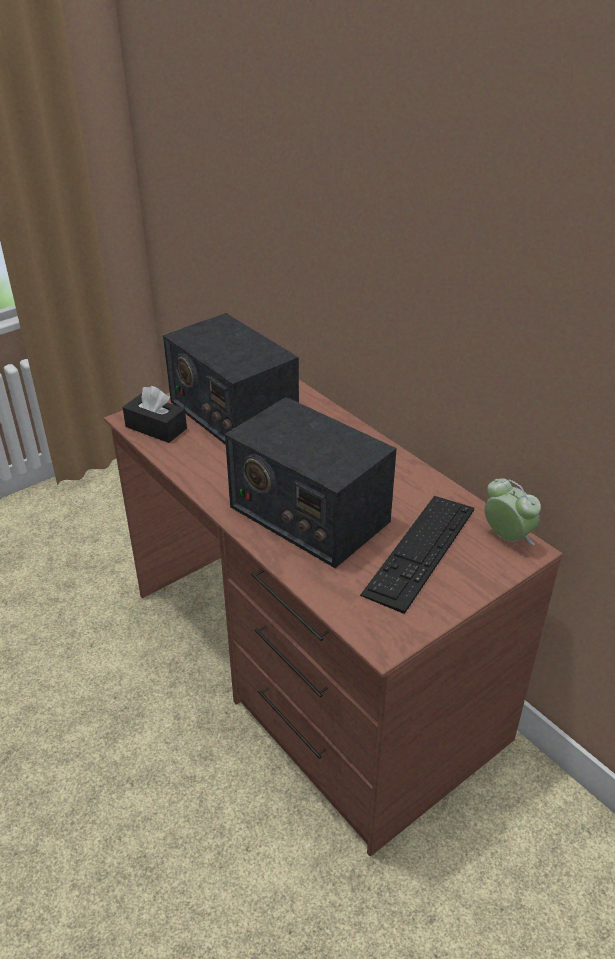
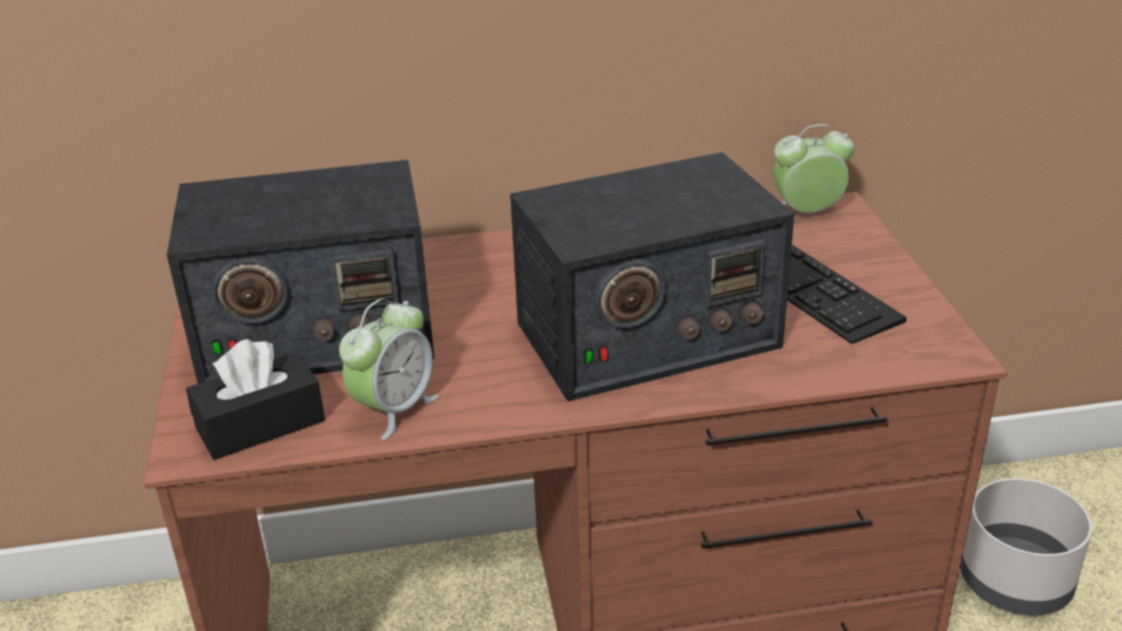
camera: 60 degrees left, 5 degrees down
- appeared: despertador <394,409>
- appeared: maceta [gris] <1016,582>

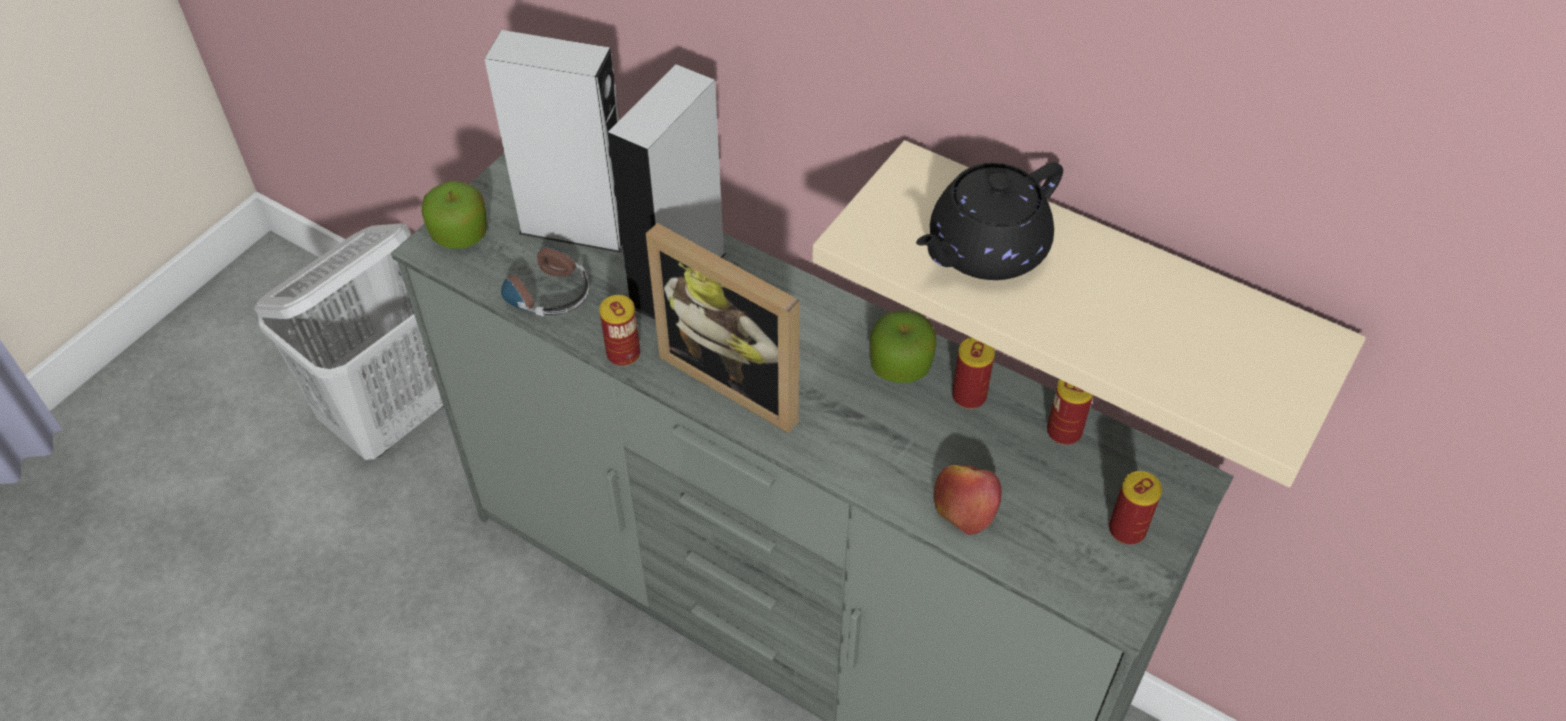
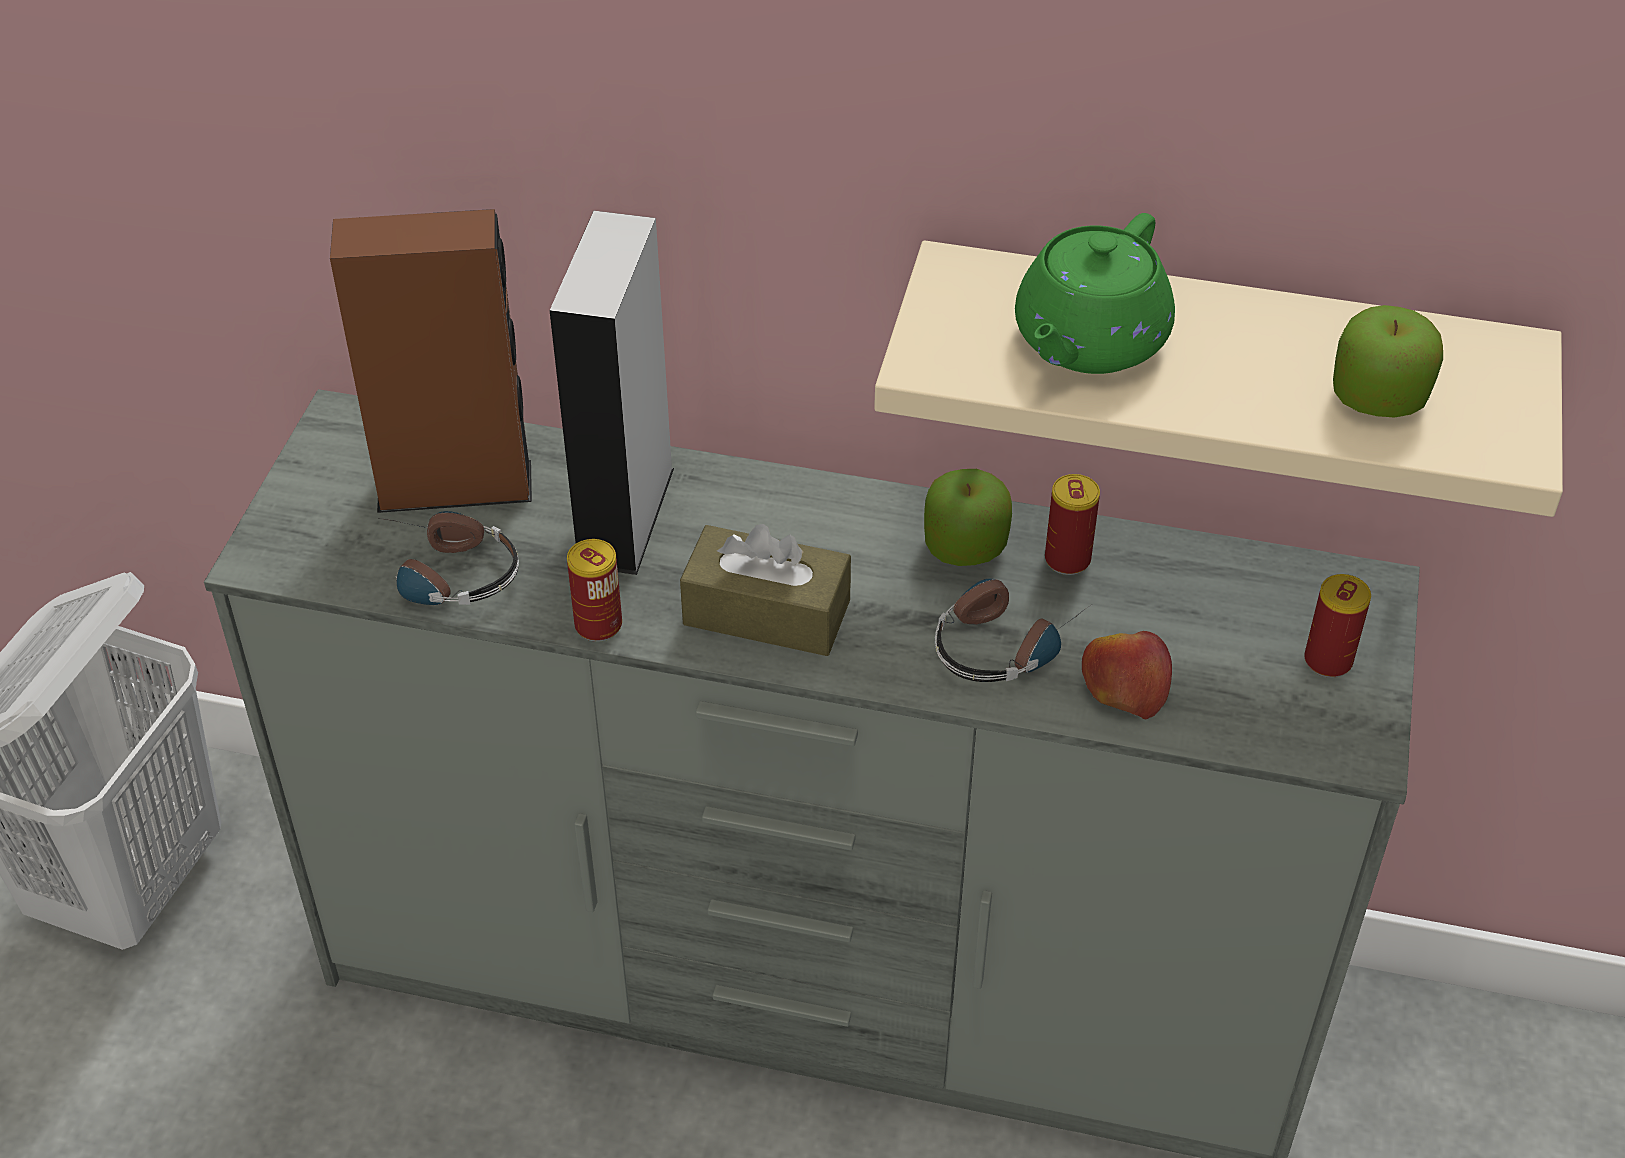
camera: 20 degrees left, 5 degrees down
- relocated: manzana <460,234> to <1378,397>
- colour: altavoz [gris] <577,228> to altavoz [marrón] <455,486>
- exchanged: portarretratos <739,377> to caja de pañuelos [marrón] <766,612>
- colour: tetera [negro] <985,250> to tetera [verde] <1088,341>
- missing: lata <1064,431>
- appeared: auriculares <1007,640>

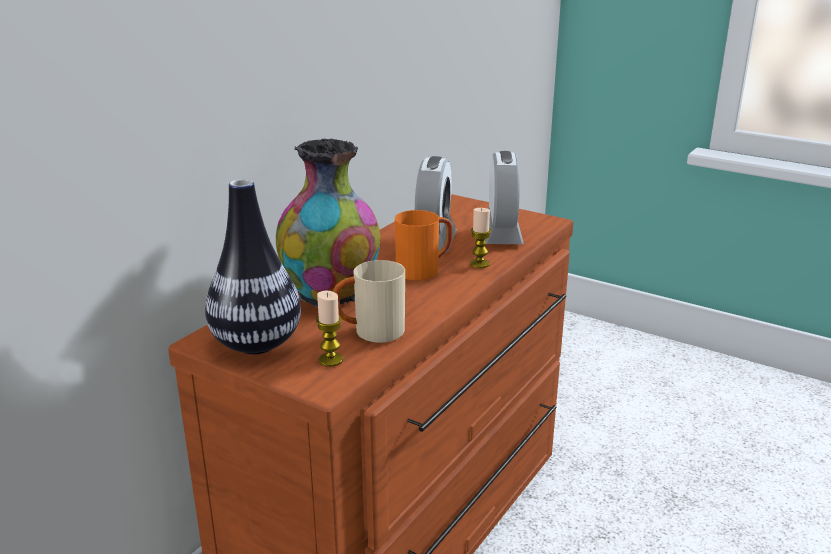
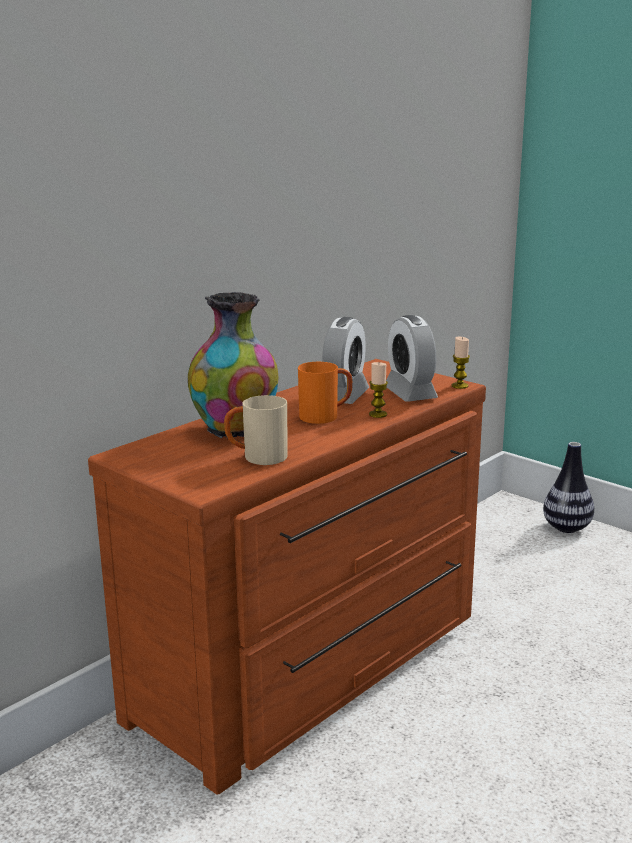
camera: 10 degrees right, 5 degrees down
- relocated: florero <256,344> to <566,528>
- relocated: vela <330,360> to <459,386>
- spun: despertador <501,235> = <410,393> 150 degrees clockwise

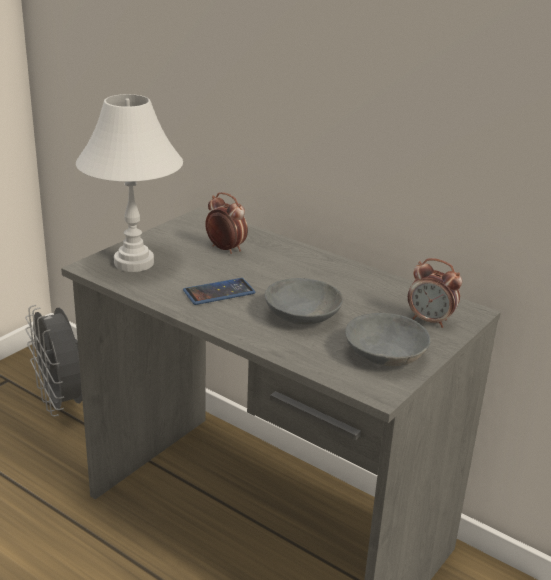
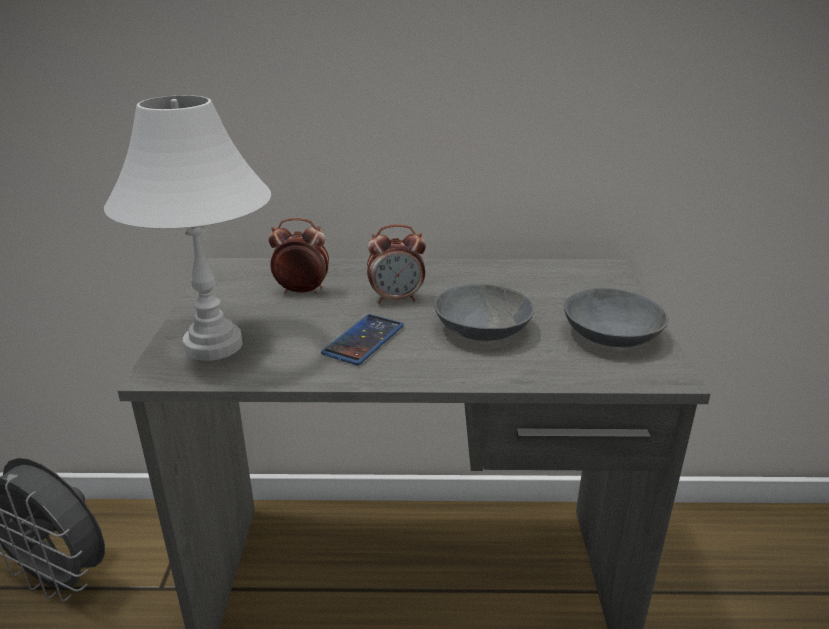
camera: 35 degrees left, 0 degrees up
- relocated: despertador <430,321> to <396,299>

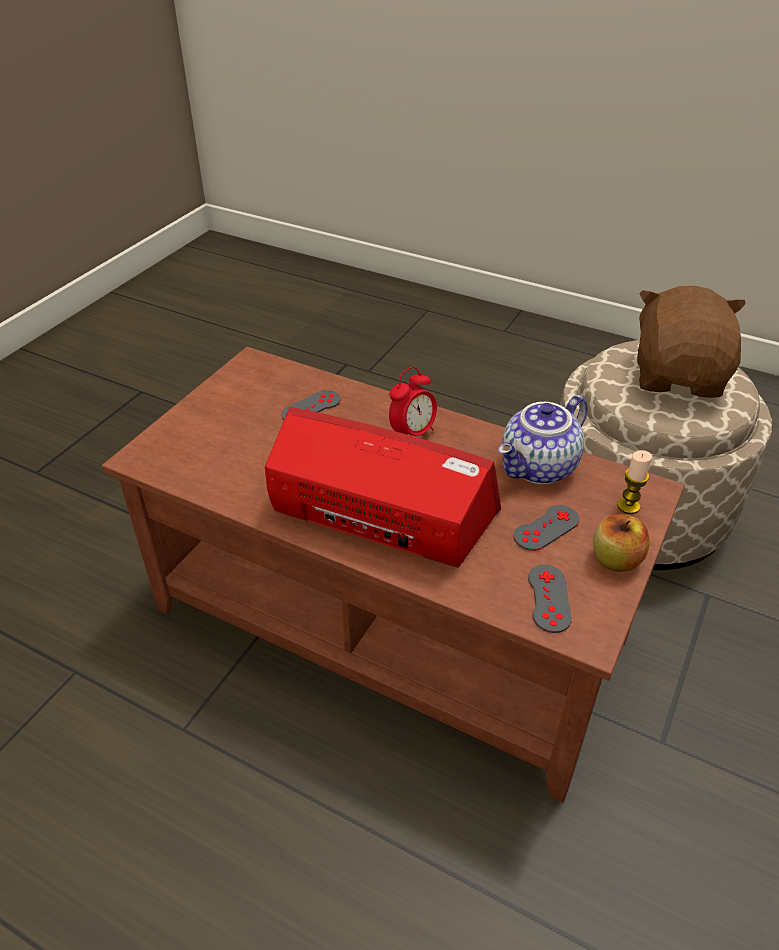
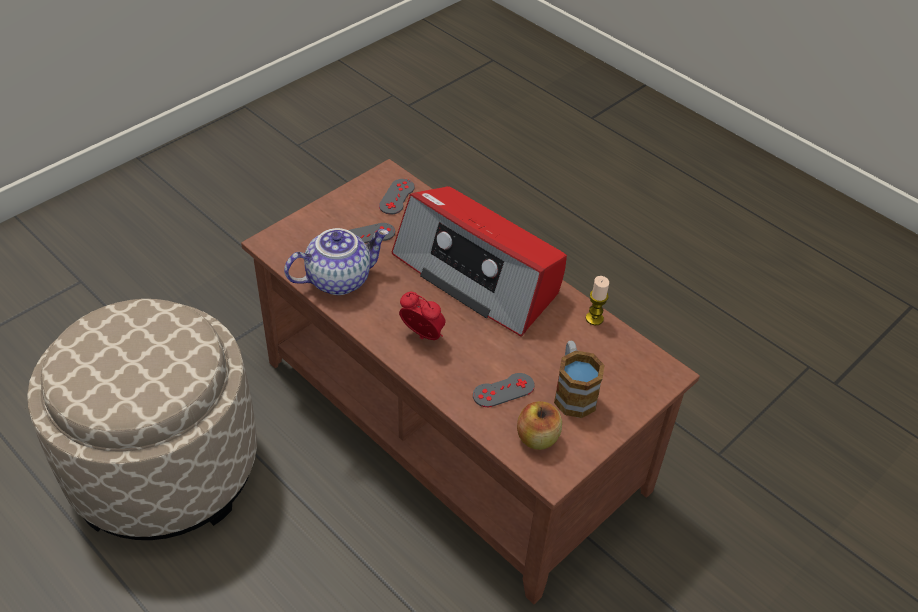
camera: 165 degrees left, 5 degrees up
- spun: despertador <412,434> = <422,336> 60 degrees clockwise
- relocated: manzana <616,560> to <537,438>
- relocated: vela <628,506> to <594,318>
- missing: peluche [marrón] <678,377>
- appeared: taza grande <573,392>

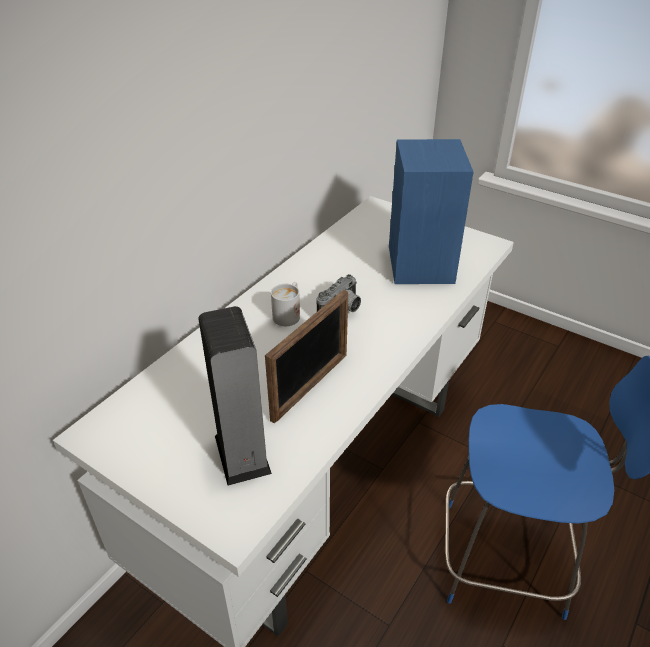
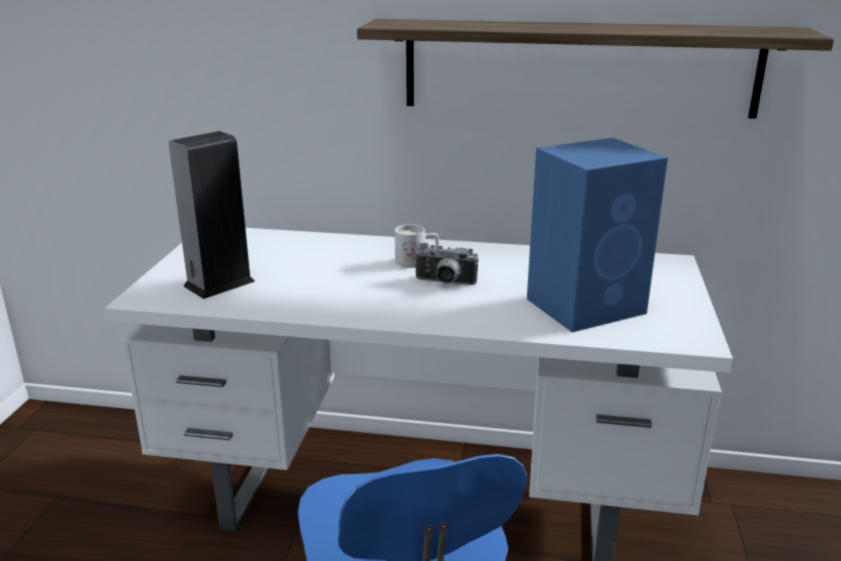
camera: 65 degrees right, 15 degrees down
- missing: portarretratos <310,386>
- appeared: estante <579,68>

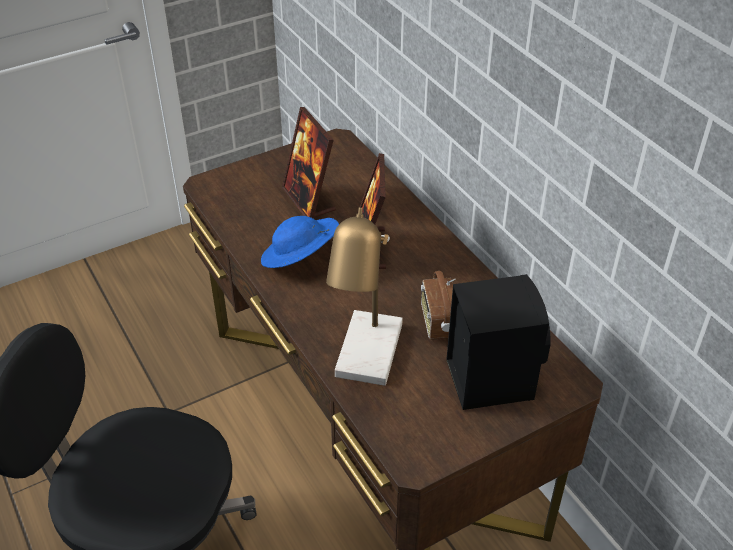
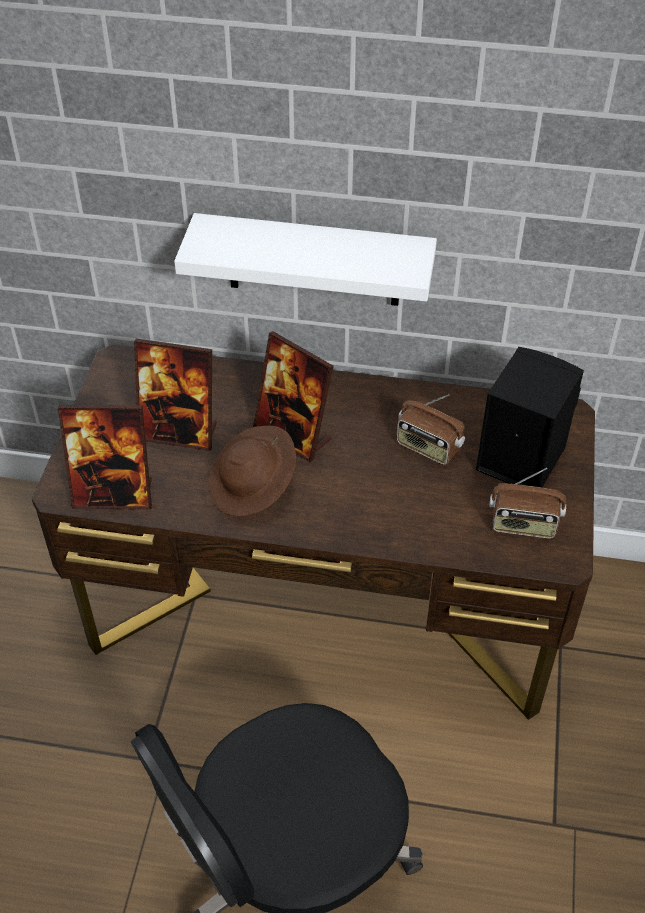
camera: 50 degrees left, 5 degrees up
- colour: sombrero [azul] <300,259> to sombrero [marrón] <253,487>
- missing: lámpara de mesa <368,360>
- appeared: portarretratos <114,495>
- appeared: estante [blanco] <314,260>
- appeared: radio <523,525>

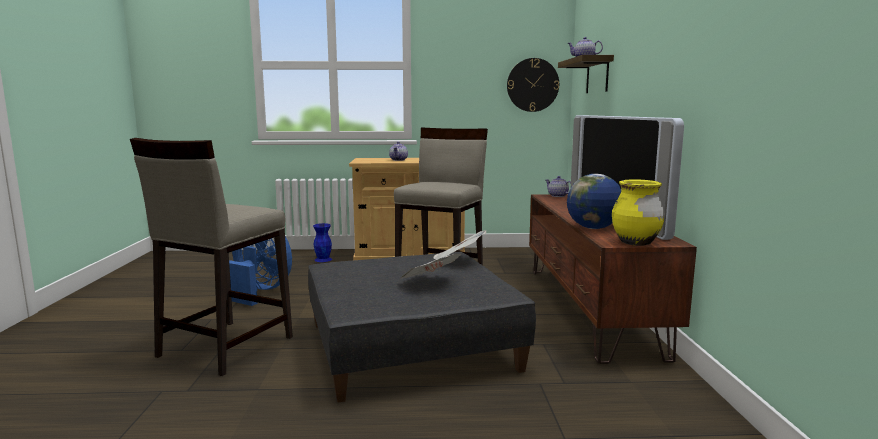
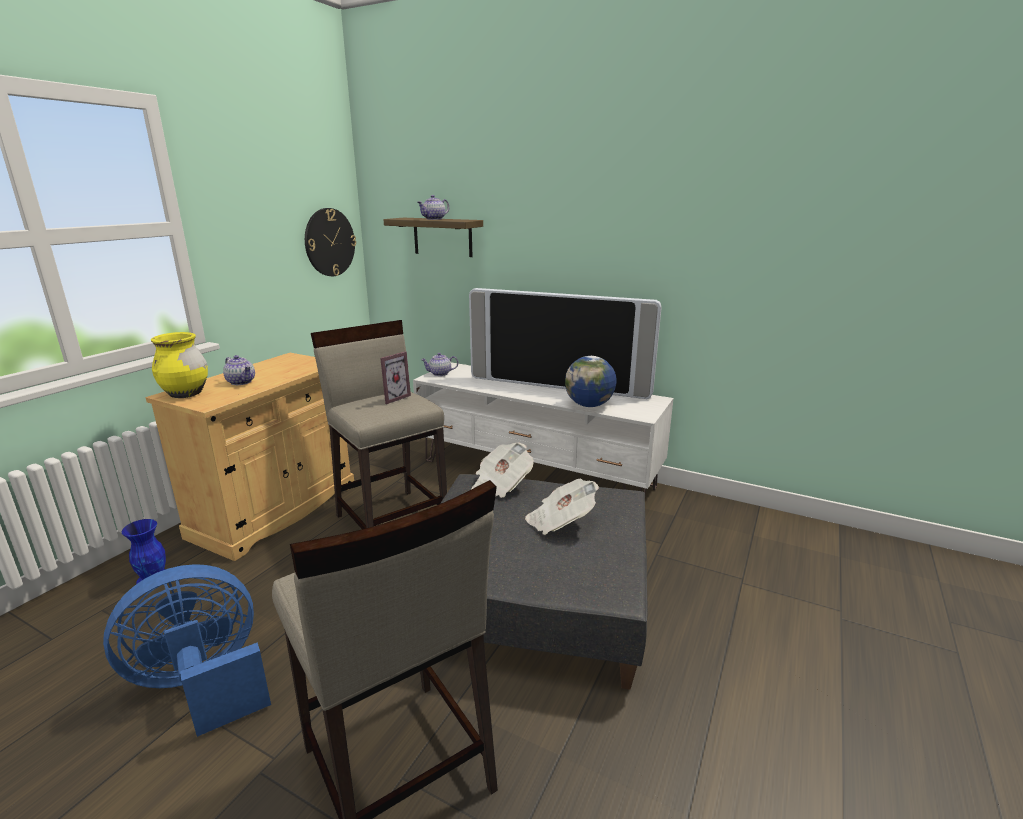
camera: 60 degrees left, 10 degrees up
- colour: mueble de televisión [marrón] <589,308> to mueble de televisión [blanco] <536,473>
- relocated: florero [amarillo] <635,243> to <186,394>
- appeared: portarretratos <393,398>

